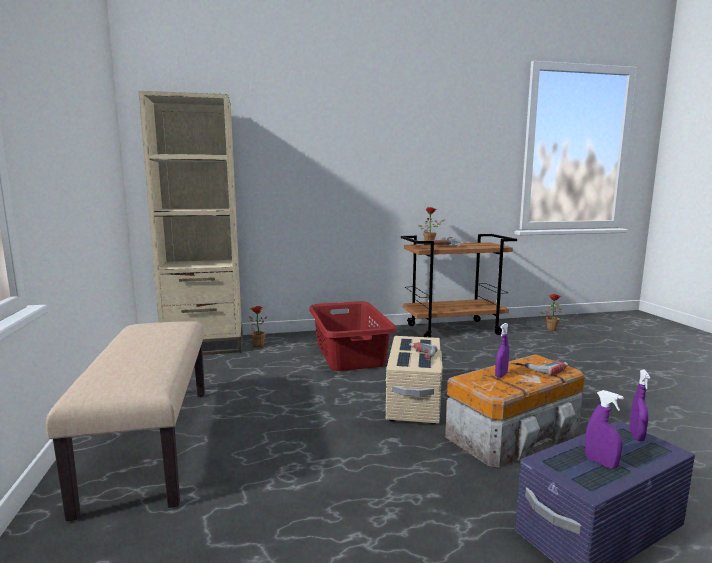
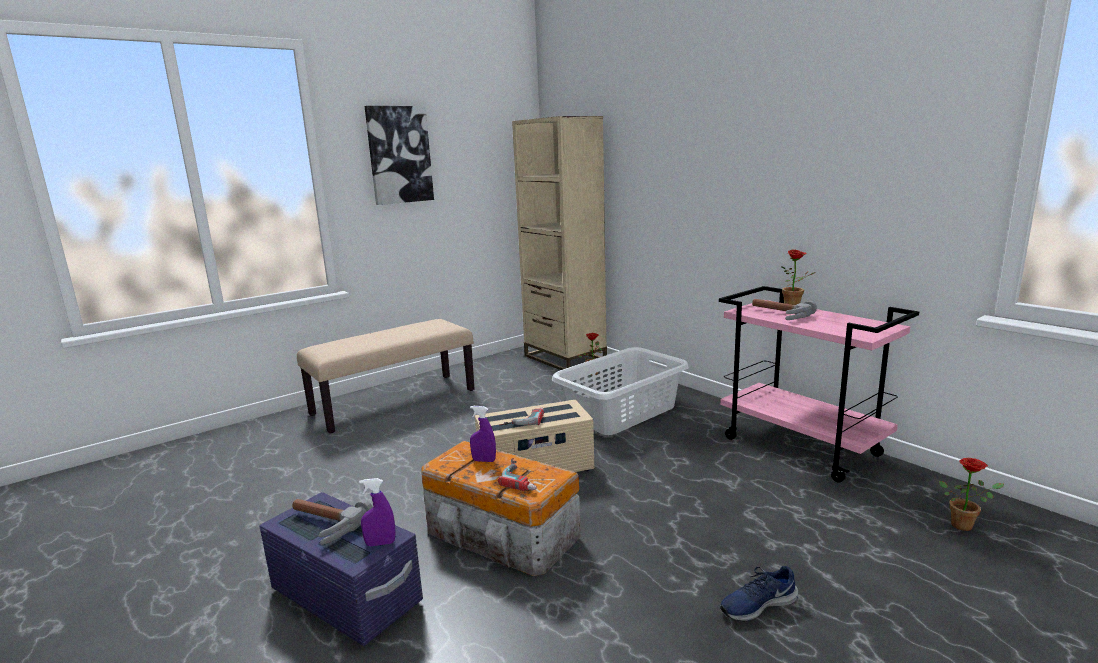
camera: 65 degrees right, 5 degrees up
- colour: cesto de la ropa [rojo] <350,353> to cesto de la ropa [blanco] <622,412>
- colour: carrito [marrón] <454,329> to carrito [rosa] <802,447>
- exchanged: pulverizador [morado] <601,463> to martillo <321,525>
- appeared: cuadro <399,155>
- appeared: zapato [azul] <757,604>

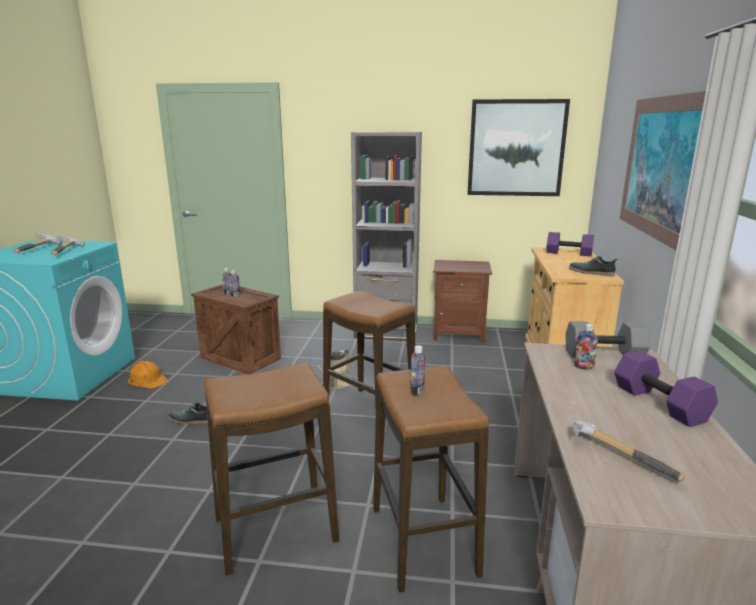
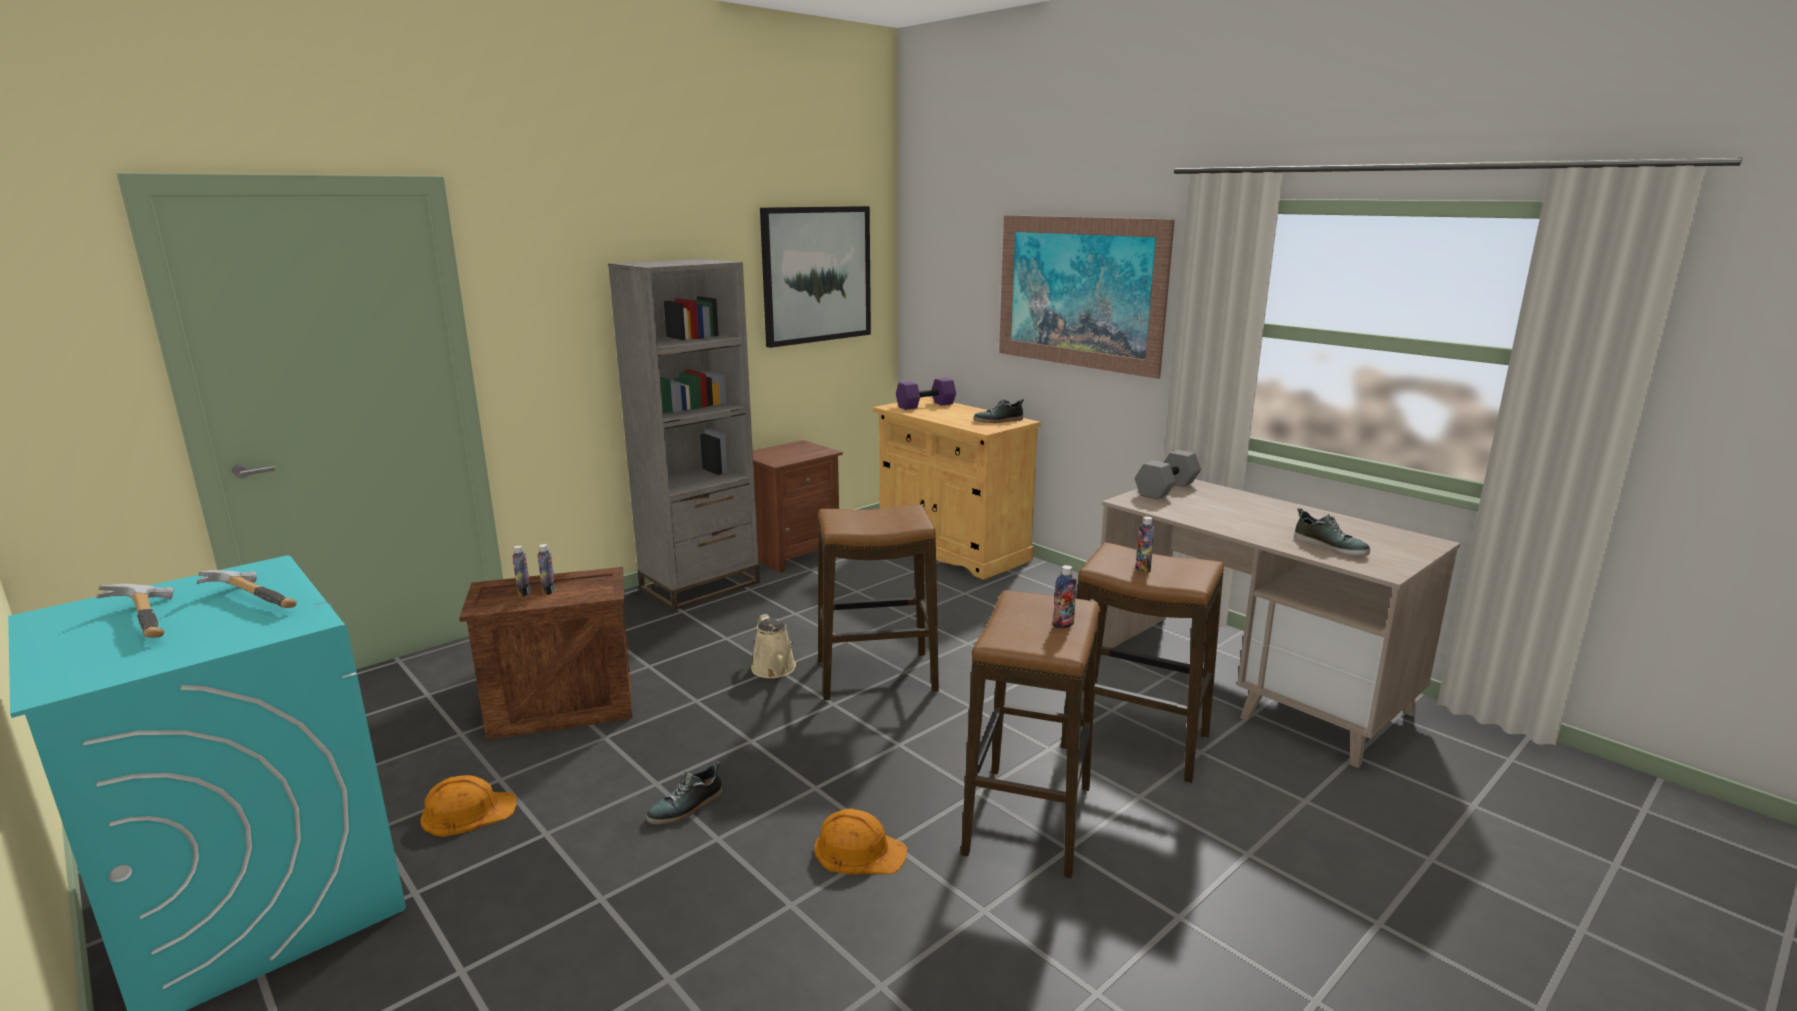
camera: 50 degrees left, 0 degrees up
- exchanged: martillo <620,455> to zapato <1330,546>
- relocated: botella <583,367> to <1063,625>
- missing: mancuerna [morado] <661,404>
- appeared: casco [naranja] <859,850>

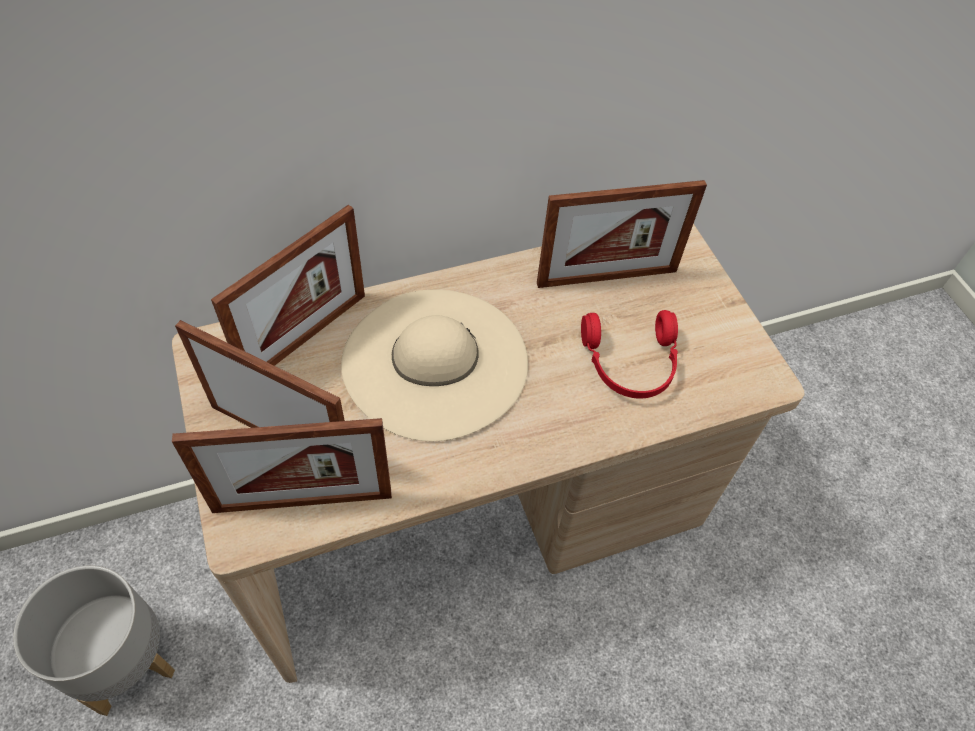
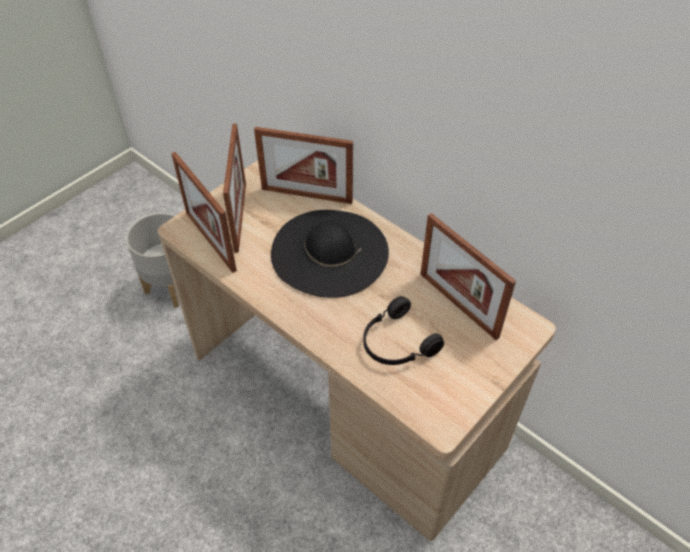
camera: 65 degrees right, 5 degrees down
- colour: sombrero [beis] <435,362> to sombrero [negro] <329,252>
- colour: auriculares [rojo] <630,364> to auriculares [negro] <396,343>

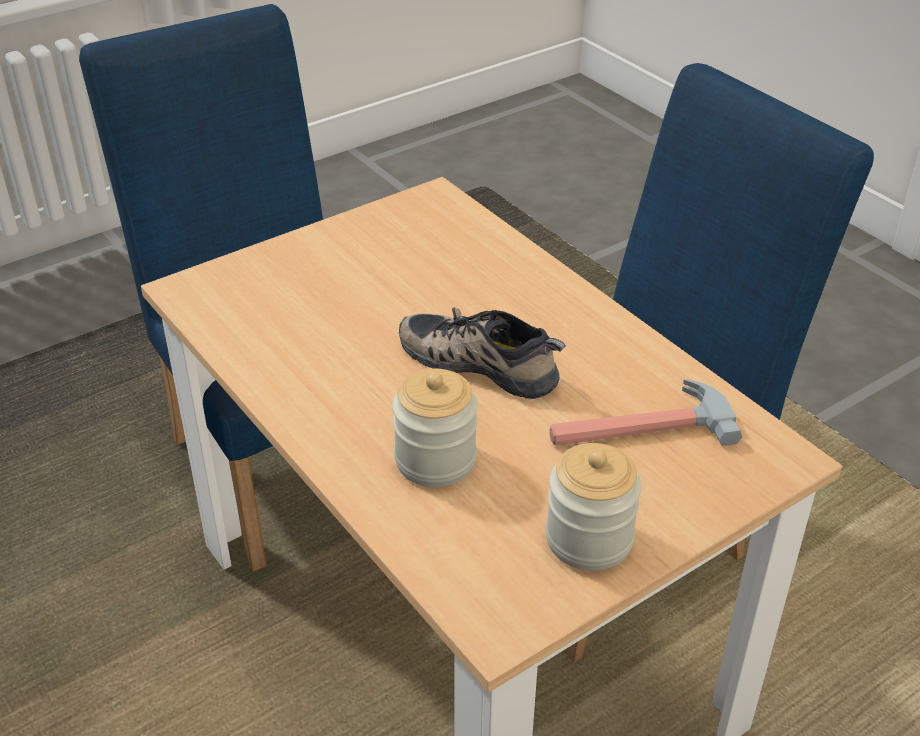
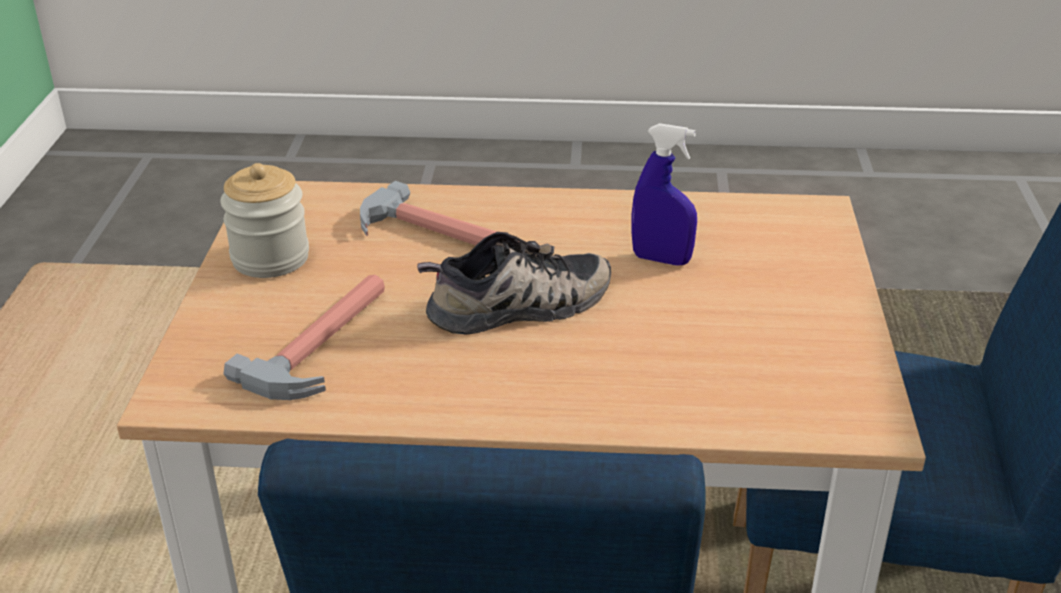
camera: 130 degrees right, 5 degrees down
- exchanged: tarro <435,460> to martillo <438,235>
- appeared: pulverizador [azul] <661,259>

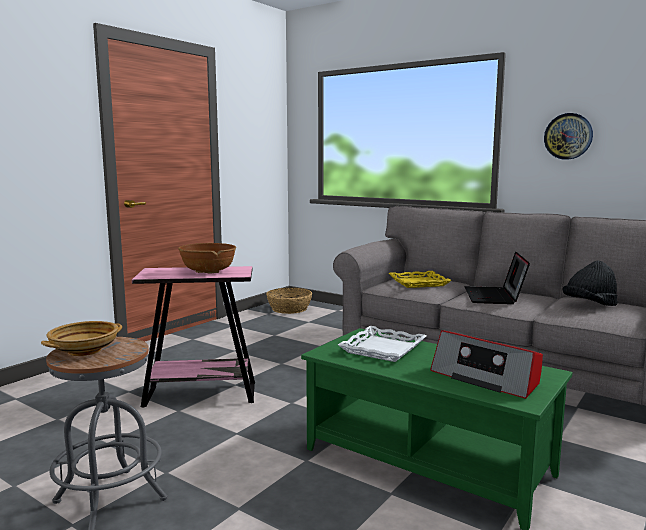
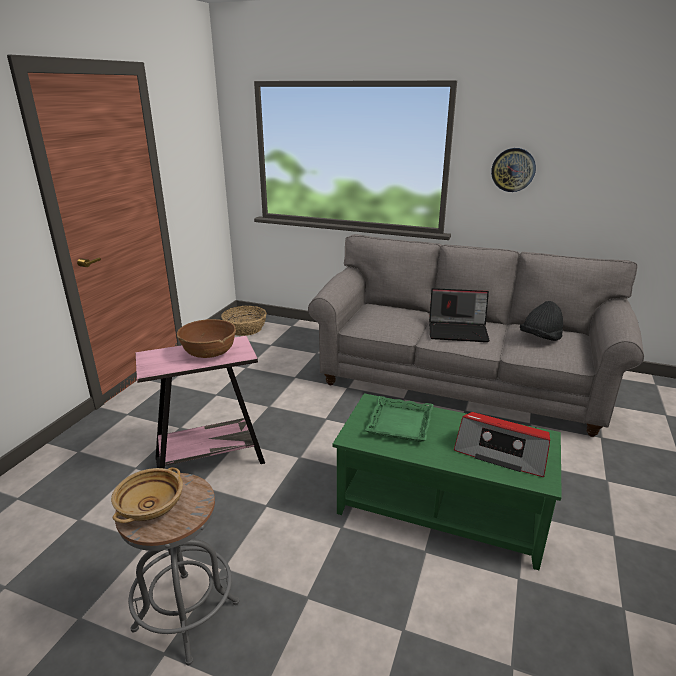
camera: 15 degrees left, 15 degrees up
- colour: bandeja [blanco] <383,349> to bandeja [verde] <400,424>
- missing: bandeja [amarillo] <419,283>
- spun: portátil <494,297> = <458,331> 75 degrees counterclockwise

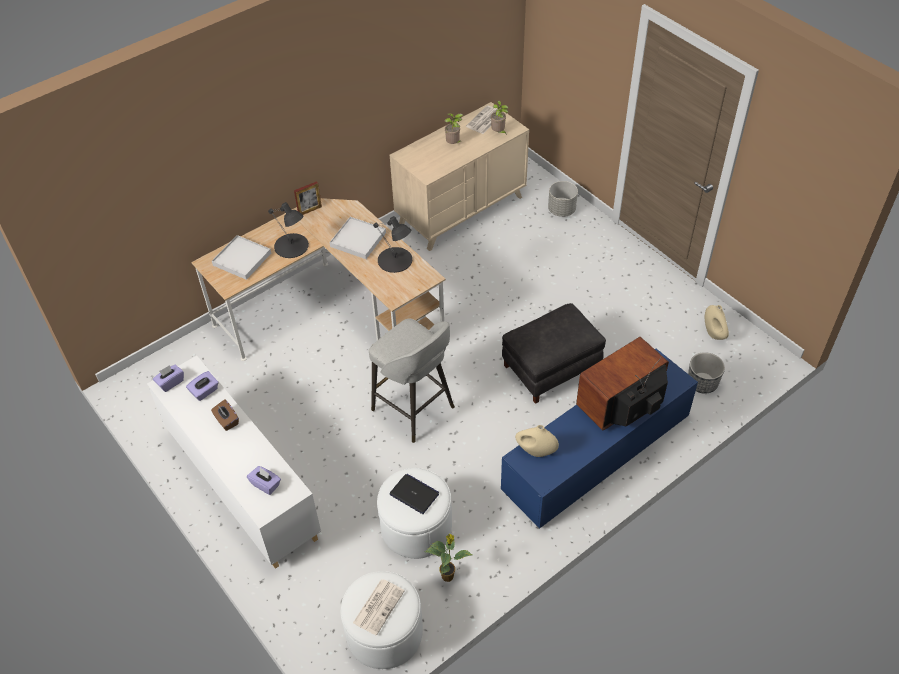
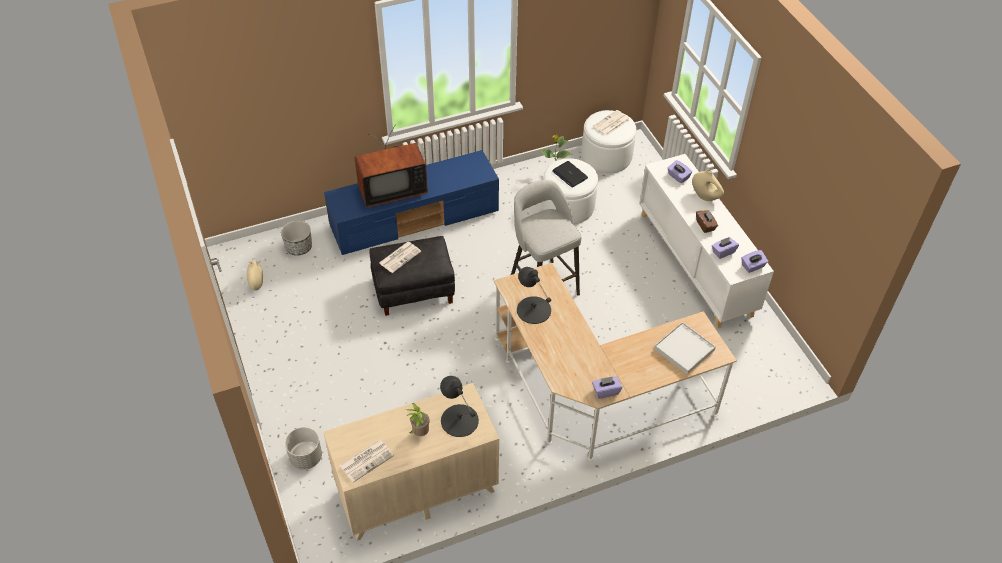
camera: 165 degrees left, 0 degrees up
- relocated: lámpara de mesa [negro] <291,246> to <459,420>
- exchanged: portarretratos <310,210> to caja de pañuelos [morado] <606,391>
- missing: bandeja [blanco] <358,240>
- missing: planta en maceta <498,132>
- relocated: florero [beis] <535,451> to <705,197>
- appeared: periódico <400,257>

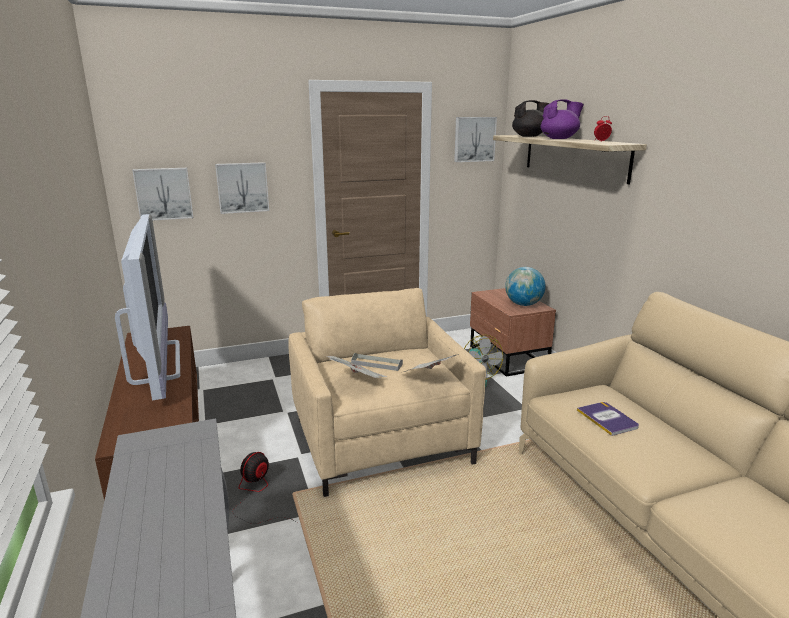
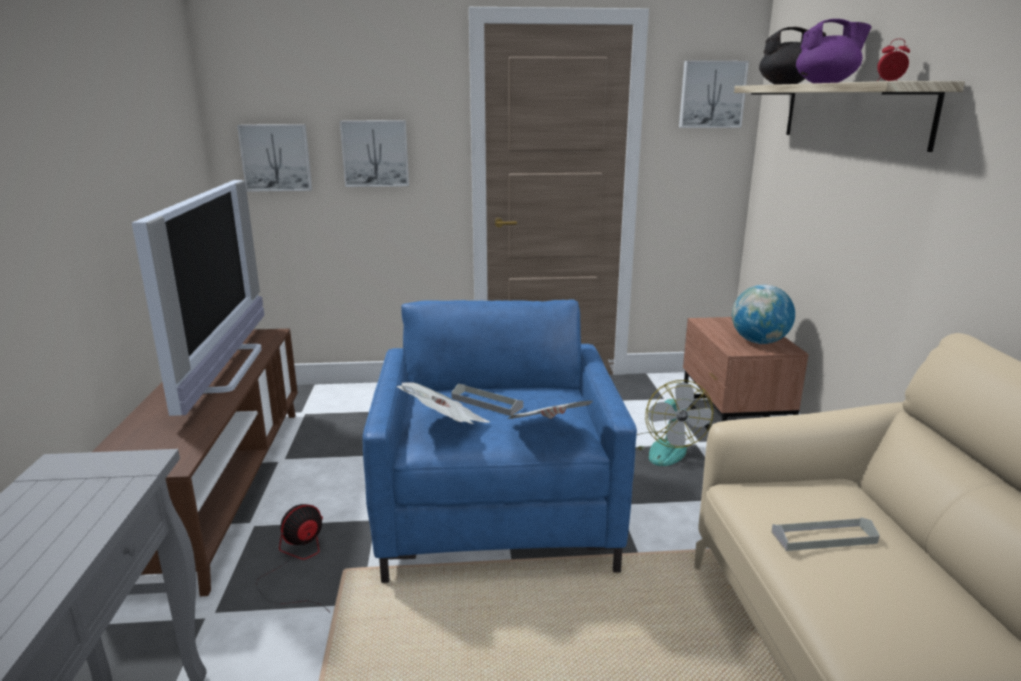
camera: 15 degrees right, 0 degrees up
- colour: sillón [beis] <382,441> to sillón [azul] <497,515>
- exchanged: libro <607,419> to bandeja [gris] <823,537>

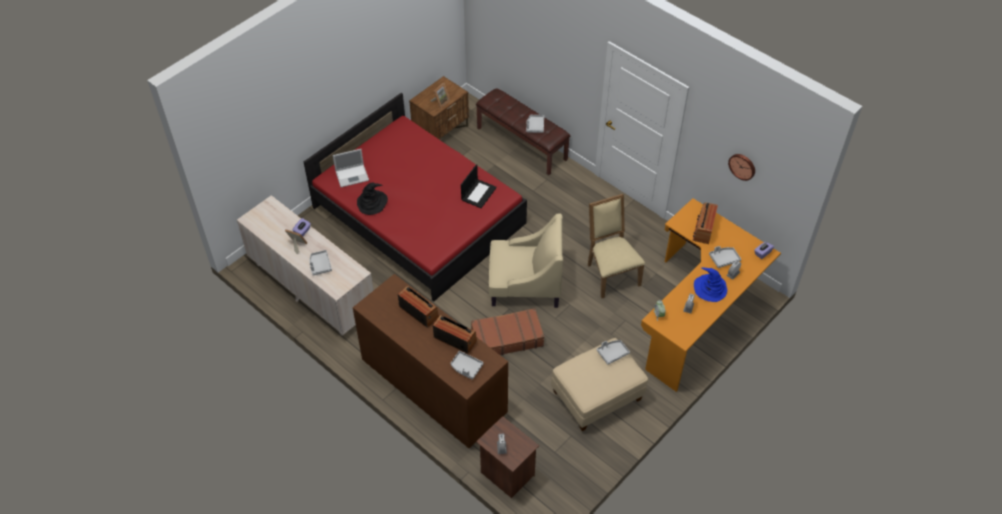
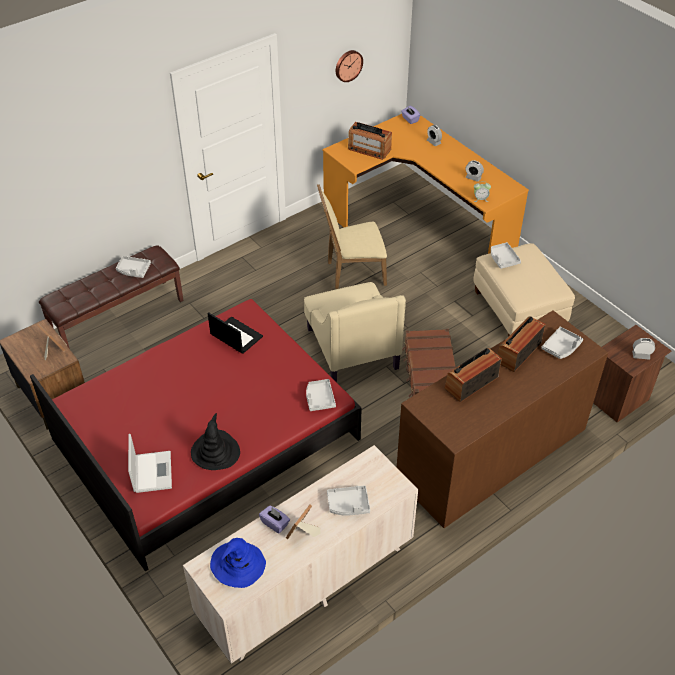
camera: 80 degrees left, 5 degrees down
- spun: sillón [beis] <524,284> = <352,347> 150 degrees clockwise
- relocated: sombrero [azul] <710,288> to <237,565>
- relocated: bandeja [gris] <724,259> to <319,398>

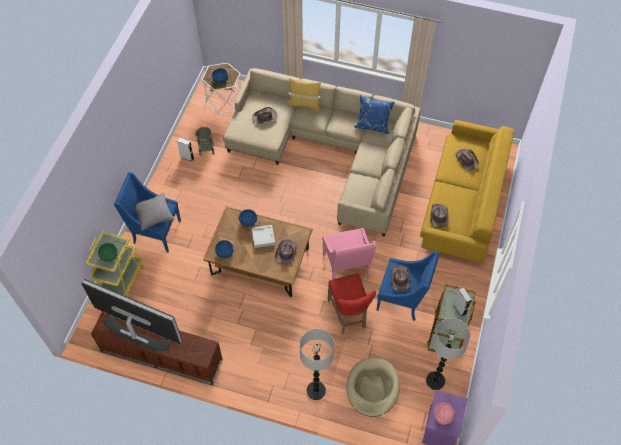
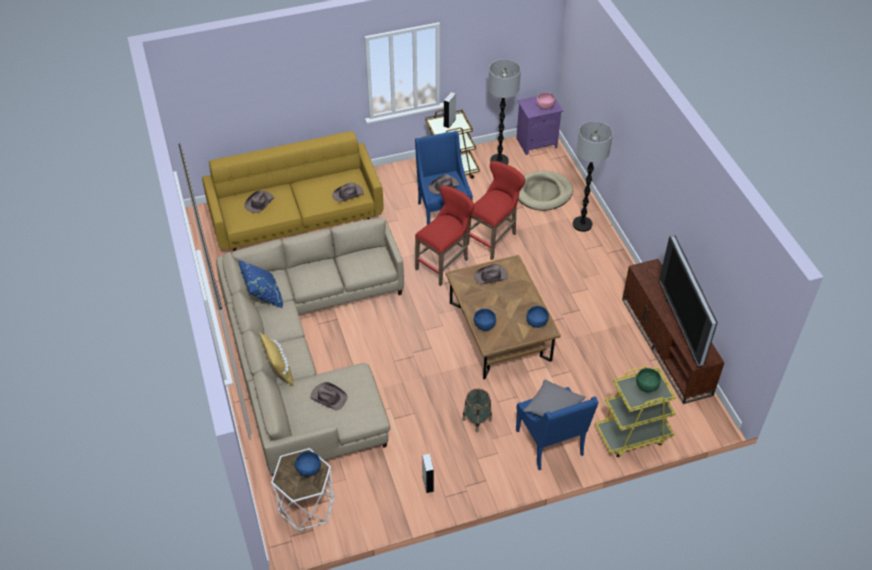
camera: 125 degrees left, 10 degrees down
- relocated: cesta <206,149> to <477,420>
- missing: bandeja [gris] <263,237>
- exchanged: sillón [rosa] <347,267> to taburete [rojo] <445,263>

